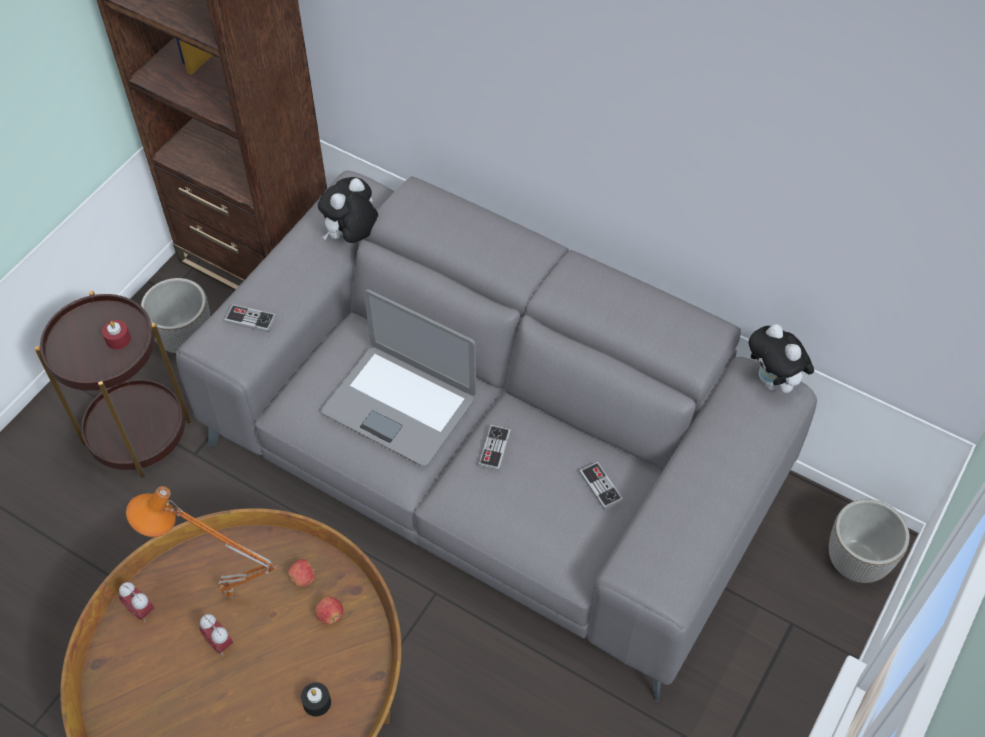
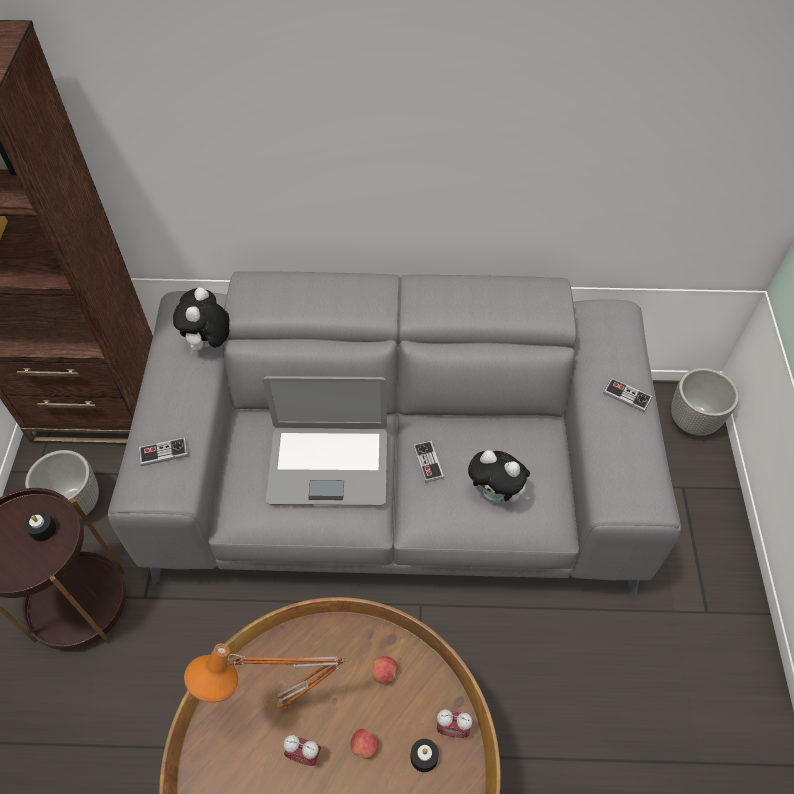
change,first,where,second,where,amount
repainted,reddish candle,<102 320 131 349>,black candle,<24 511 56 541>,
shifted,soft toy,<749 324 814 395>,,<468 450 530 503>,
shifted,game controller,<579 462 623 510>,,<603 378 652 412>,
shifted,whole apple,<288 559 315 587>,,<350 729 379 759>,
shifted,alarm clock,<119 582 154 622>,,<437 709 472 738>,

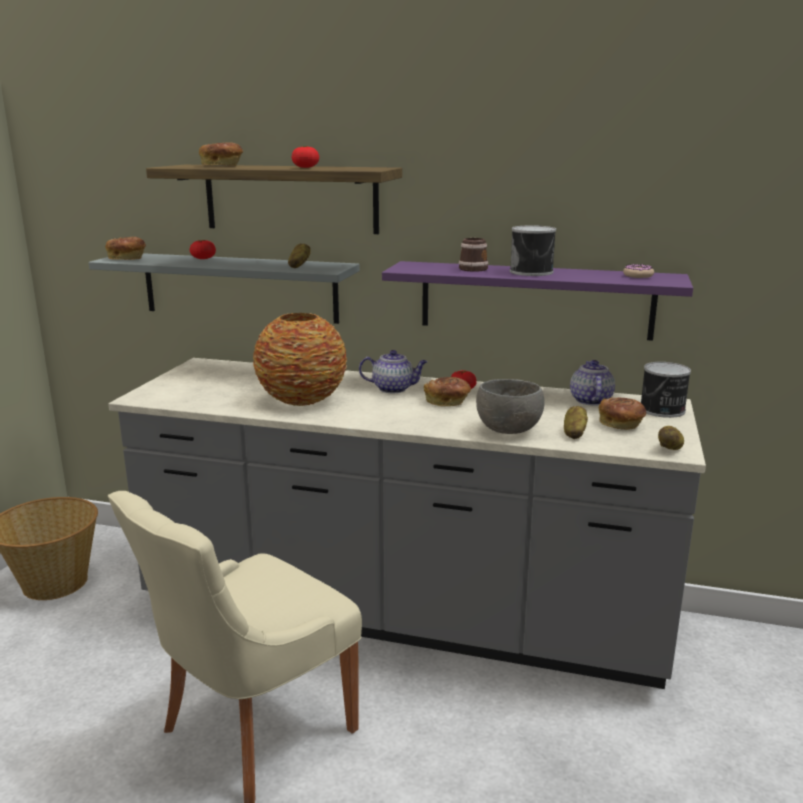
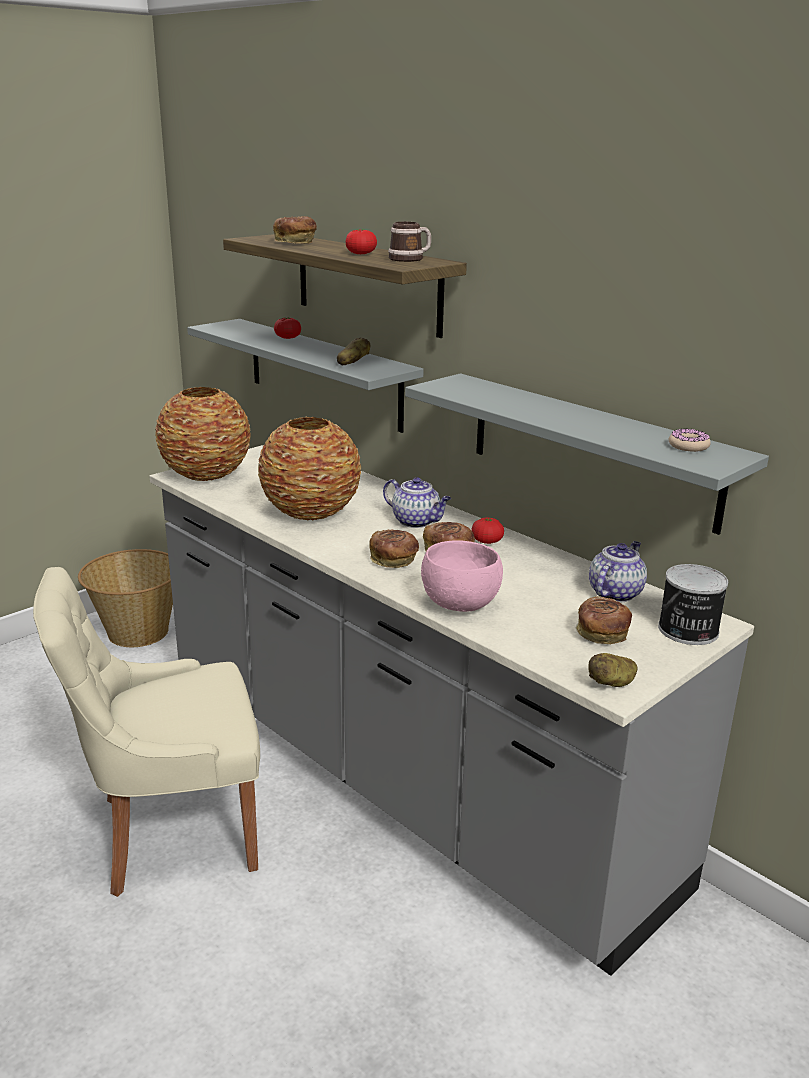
change,first,where,second,where,amount
gone,can,<510 225 556 276>,,,
shifted,bread,<105 237 146 260>,,<369 529 419 568>,
shifted,mug,<459 238 489 272>,,<388 222 431 262>,
repainted,purple shelf,<382 261 693 341>,grey shelf,<405 373 769 535>,
repainted,grey serving bowl,<476 379 545 434>,pink-coloured serving bowl,<421 540 503 612>,
gone,whole potato,<564 406 588 439>,,,
new,,,flower vase,<155 387 251 481>,

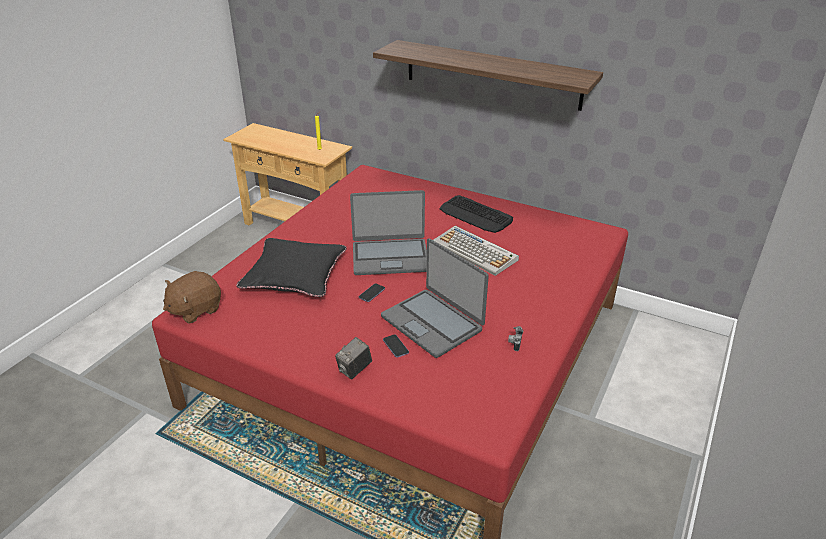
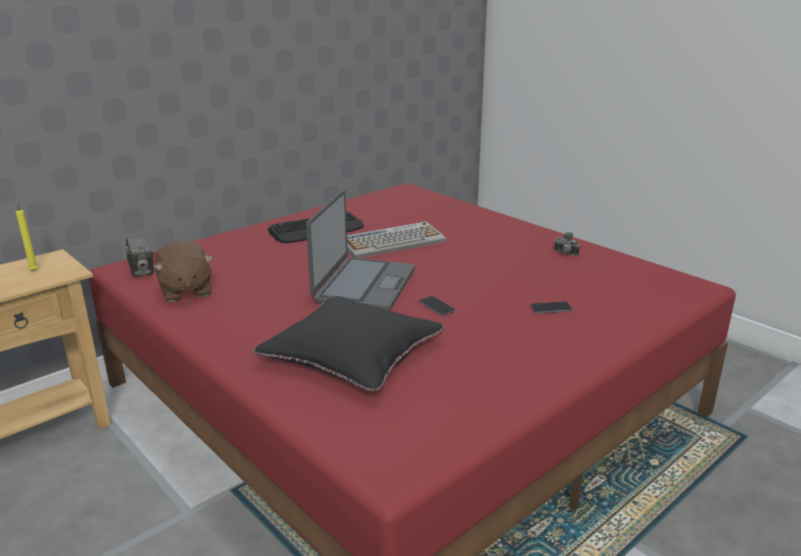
change,first,where,second,where,amount
gone,shelf,<373 40 603 111>,,,
gone,notebook computer,<381 238 489 358>,,,
shifted,brown-coloured soft toy,<163 271 221 324>,,<153 241 213 302>,
shifted,photo camera,<335 337 372 380>,,<126 236 153 277>,

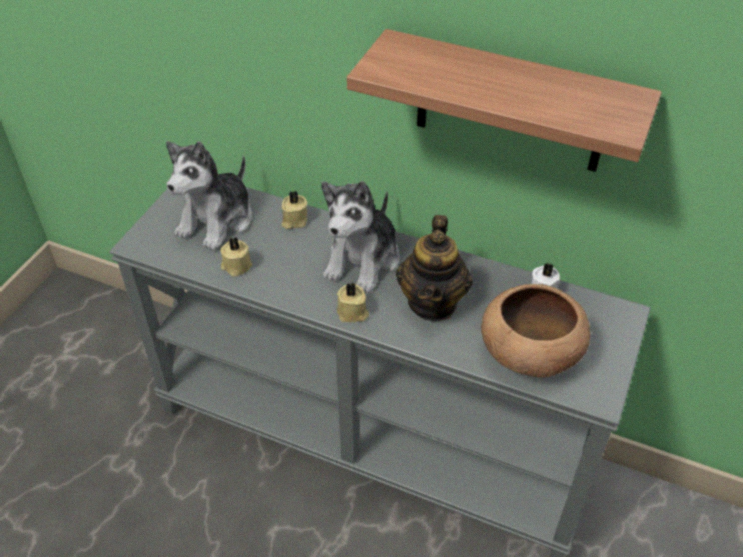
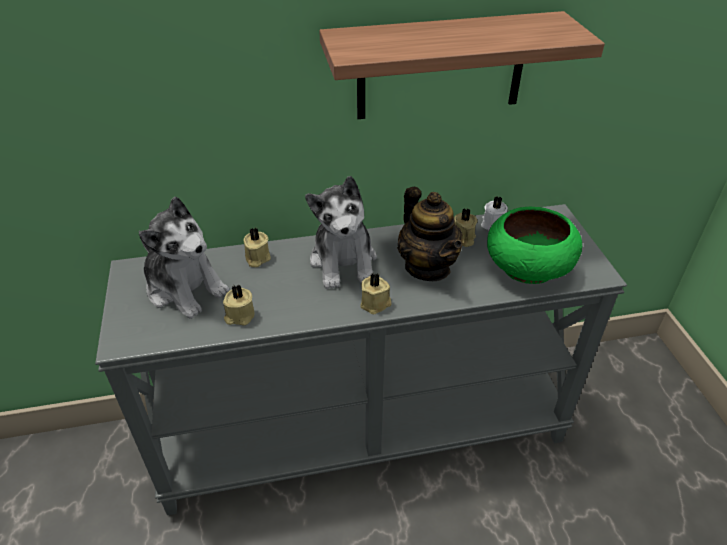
change,first,where,second,where,amount
rotated,soft toy,<166 141 252 251>,,<139 197 230 319>,45 degrees counterclockwise
repainted,brown-coloured serving bowl,<481 284 590 378>,greenish serving bowl,<487 207 582 284>,
new,,,beige candle,<454 208 478 247>,

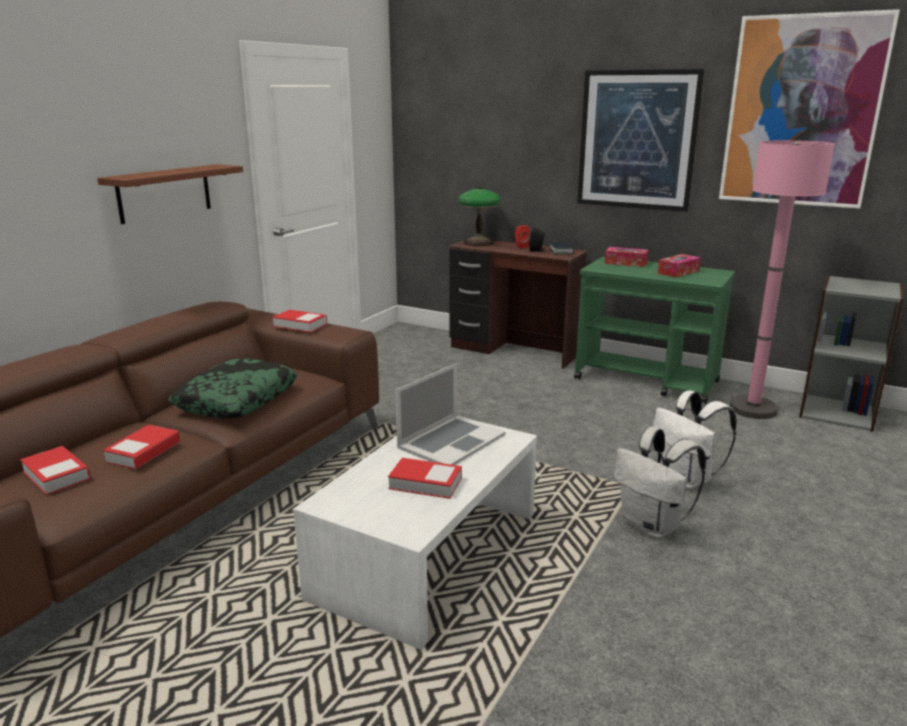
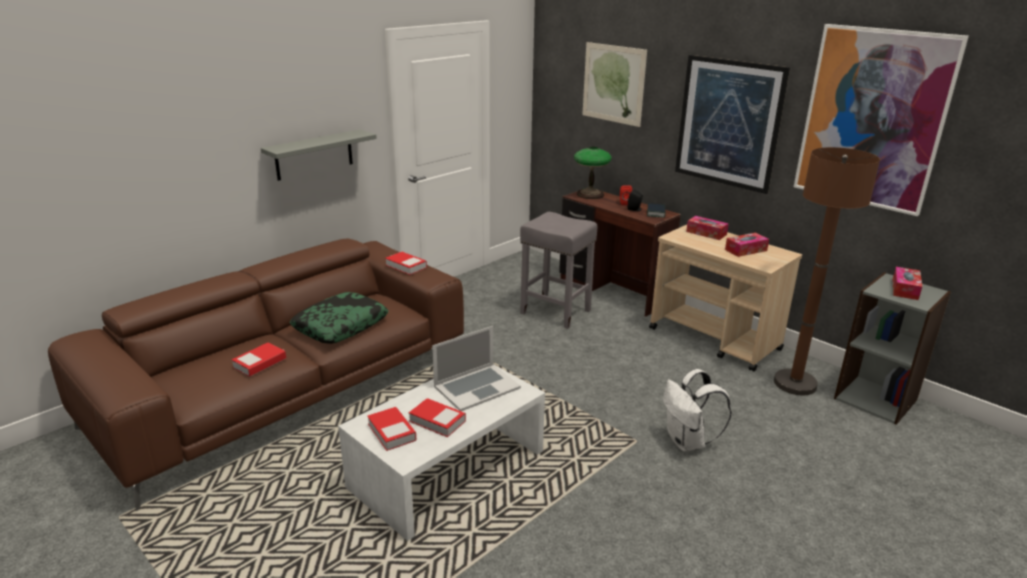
change,first,where,second,where,amount
repainted,pink-coloured floor lamp,<729 140 834 419>,brown-coloured floor lamp,<774 147 880 395>,
repainted,brown-coloured shelf,<97 164 243 224>,grey shelf,<261 129 377 181>,
repainted,greenish trolley,<574 257 735 404>,beige trolley,<649 225 802 372>,
gone,white rucksack,<613 427 706 538>,,,
shifted,book,<20 446 91 495>,,<367 407 416 451>,
new,,,picture,<582 42 647 127>,
new,,,grey stool,<520 212 598 329>,
new,,,box of tissues,<893 267 922 300>,

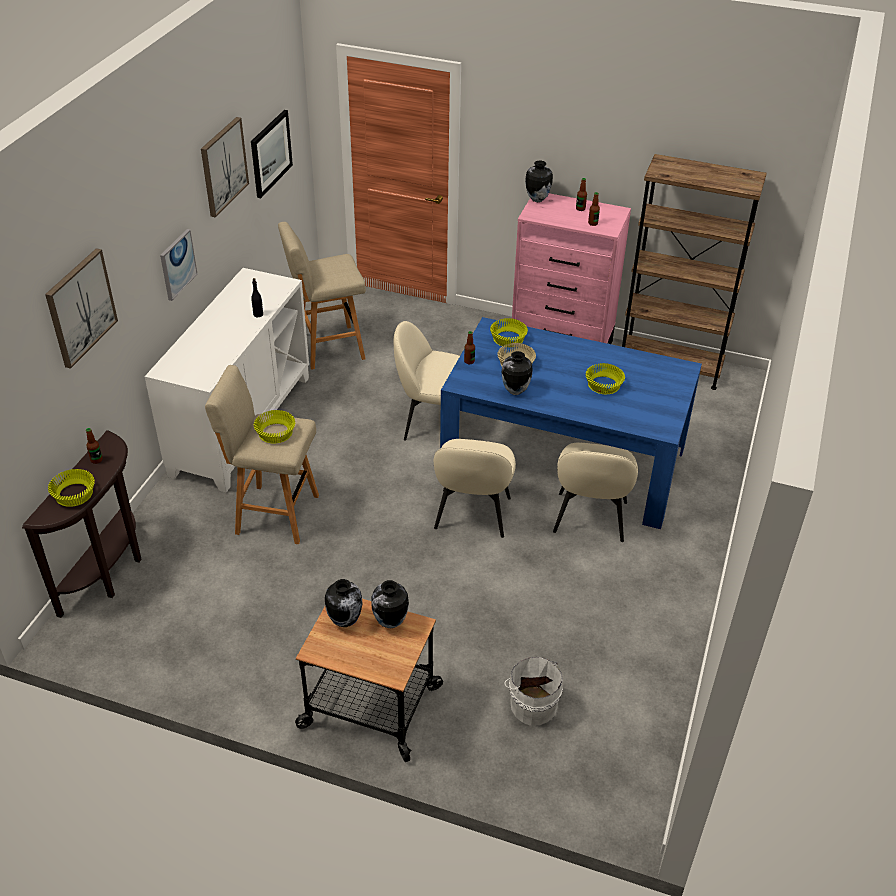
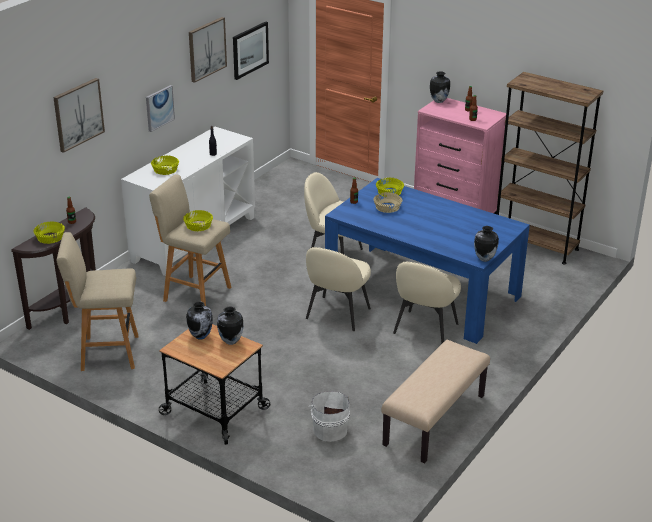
change,first,where,second,where,amount
shifted,beige stool,<278 222 366 370>,,<57 232 138 371>,
shifted,flower vase,<502 351 533 395>,,<474 226 499 262>,
shifted,yellow serving bowl,<585 363 625 394>,,<151 155 179 175>,
new,,,beige bench,<382 340 490 464>,

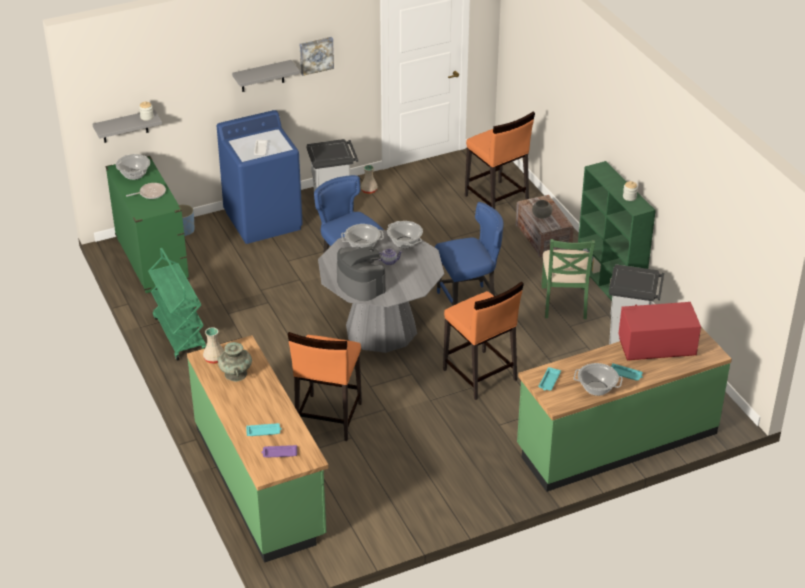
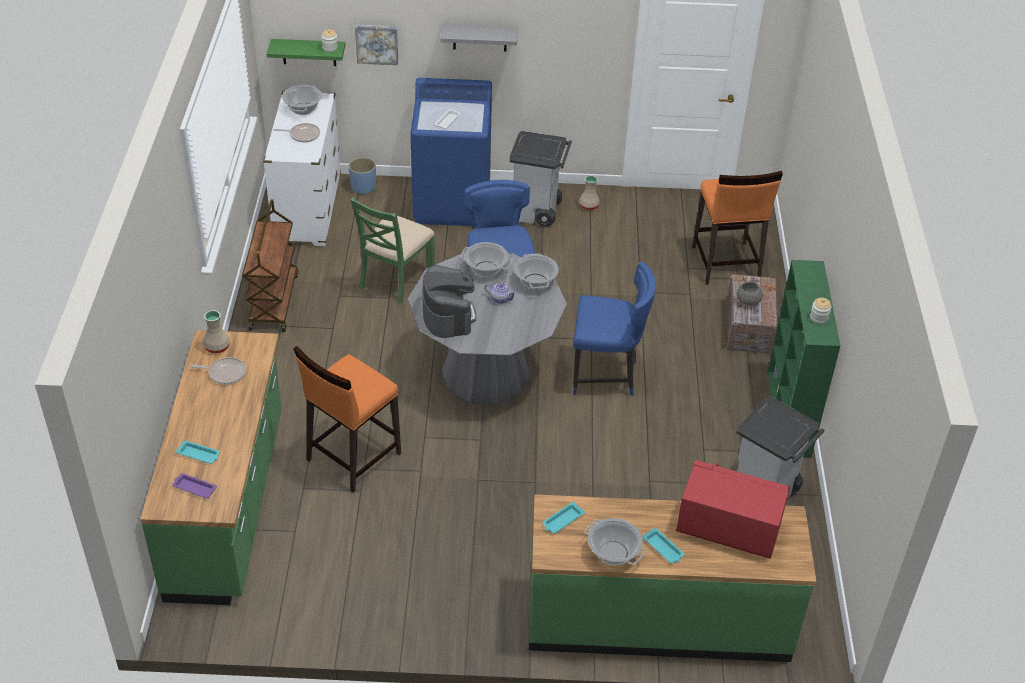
change,first,where,second,where,amount
shifted,picture,<300 37 334 76>,,<355 25 398 65>,
repainted,grey shelf,<93 110 162 143>,greenish shelf,<267 39 345 66>,
repainted,greenish dresser,<105 156 189 293>,white dresser,<263 91 341 246>,
shifted,greenish upright chair,<541 239 595 319>,,<351 197 435 304>,
repainted,greenish trolley,<148 248 206 361>,brown-coloured trolley,<242 199 298 332>,
gone,orange-coloured stool,<443 281 524 400>,,,
swapped,blue-green flower vase,<218 342 252 382>,frying pan,<189 357 246 384>,

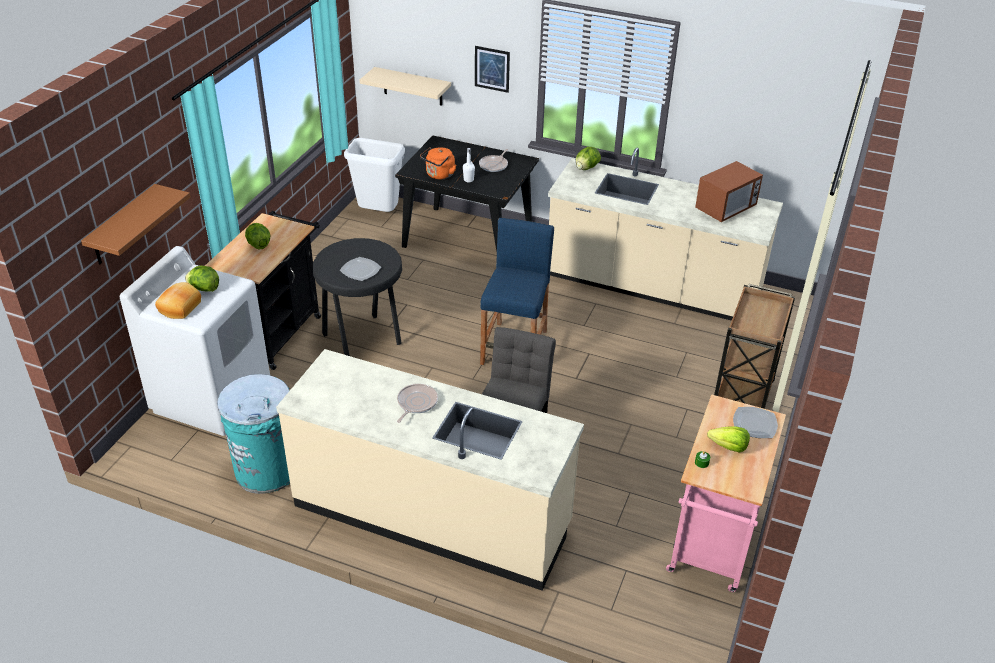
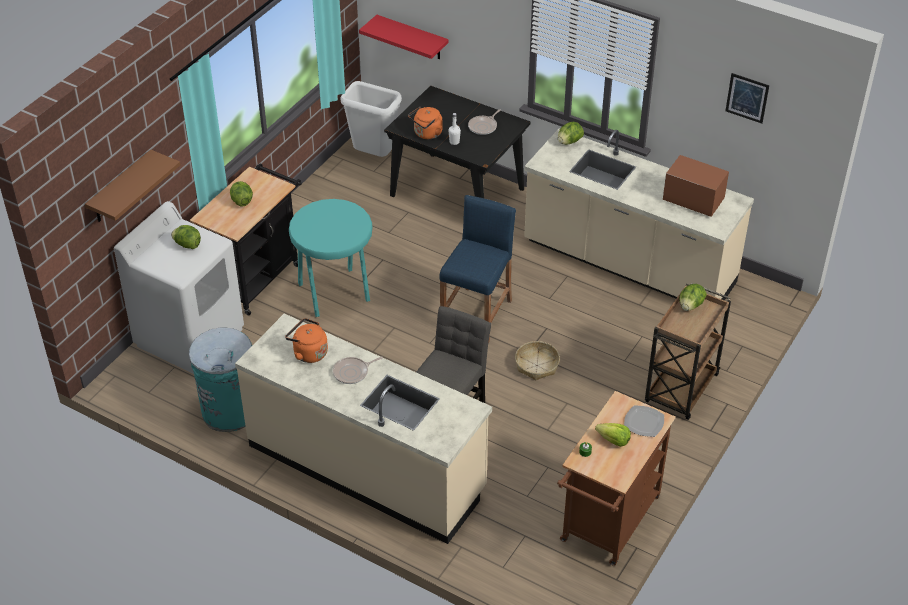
change,first,where,second,where,amount
shifted,picture,<475 46 510 93>,,<726 73 769 124>,
repainted,beige shelf,<360 67 451 106>,reddish shelf,<359 15 449 60>,
rotated,kitchen microwave,<695 161 763 222>,,<663 155 729 217>,120 degrees counterclockwise
repainted,black stool,<313 238 402 356>,blue-green stool,<289 199 372 317>,
gone,dinner plate,<340 257 381 281>,,,
gone,bread,<155 282 201 319>,,,
rotated,frying pan,<397 384 438 423>,,<333 357 383 384>,150 degrees counterclockwise
repainted,pink-coloured trolley,<666 395 786 592>,brown-coloured trolley,<557 391 676 566>,
new,,,lettuce head,<679 284 707 311>,
new,,,orange-coloured water kettle,<285 318 328 363>,
new,,,basket,<515 341 560 381>,

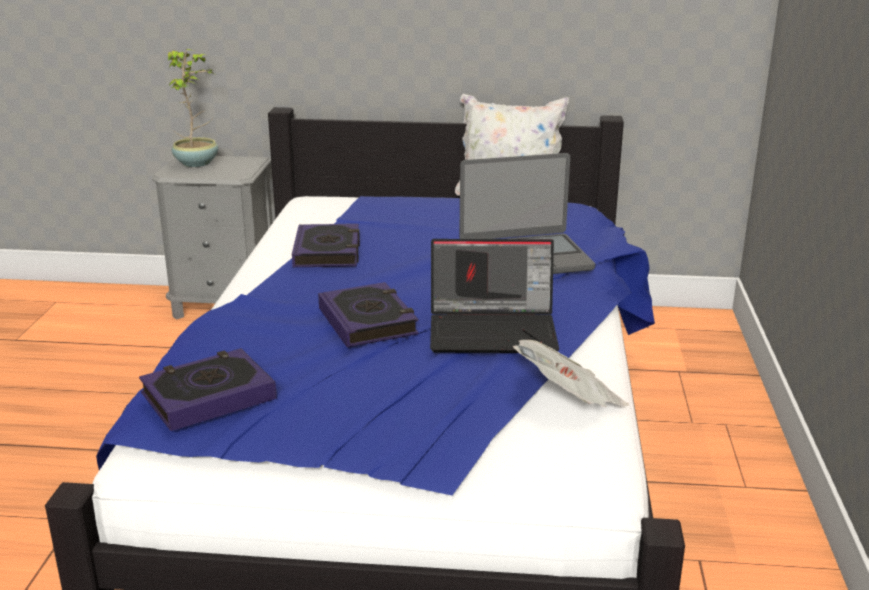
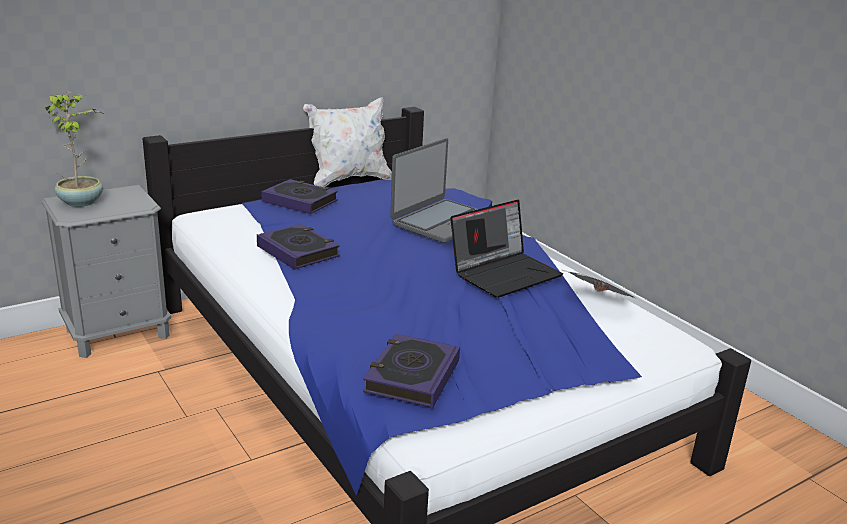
change,first,where,second,where,amount
shifted,book,<318 282 419 347>,,<261 179 338 214>,

